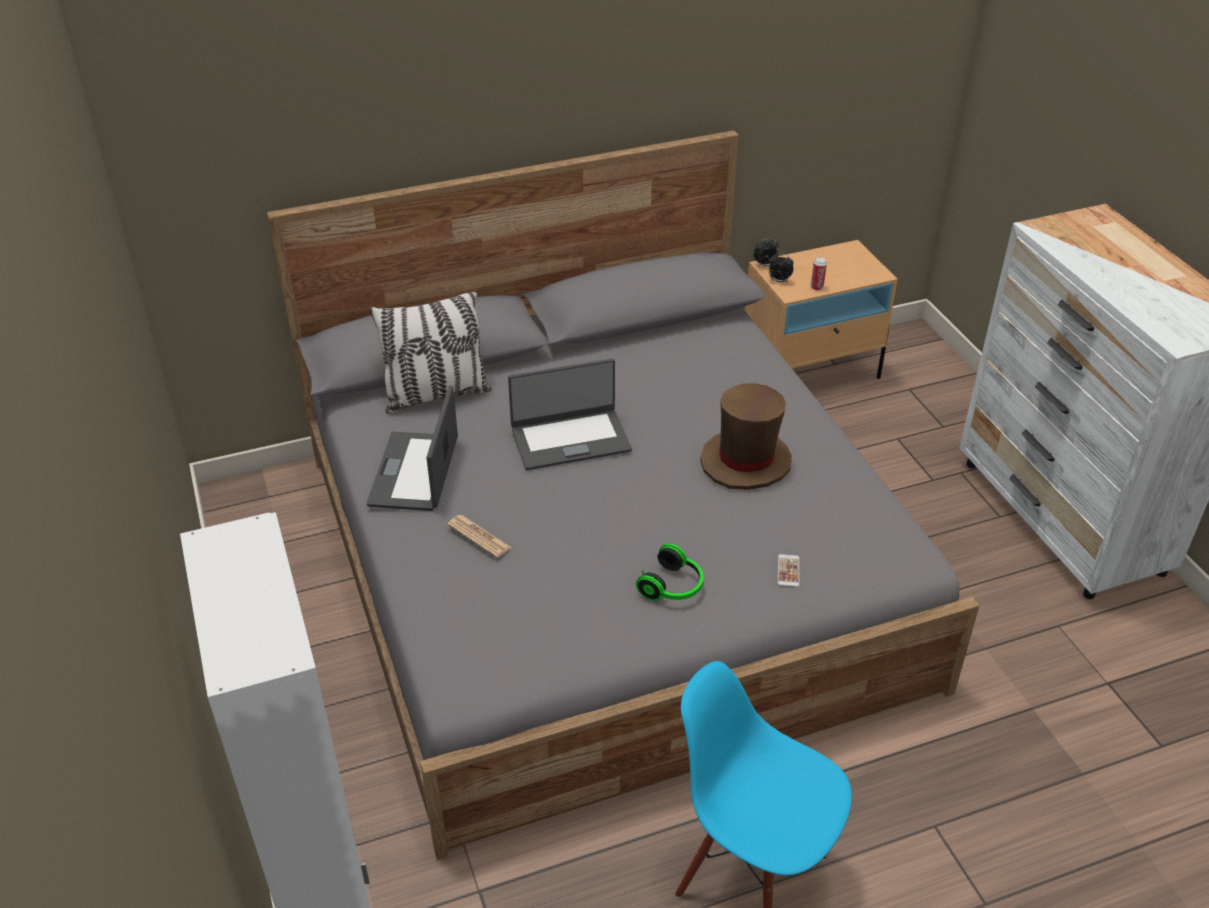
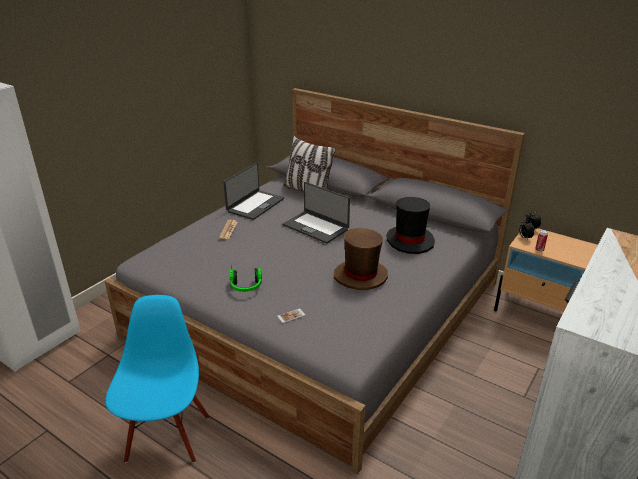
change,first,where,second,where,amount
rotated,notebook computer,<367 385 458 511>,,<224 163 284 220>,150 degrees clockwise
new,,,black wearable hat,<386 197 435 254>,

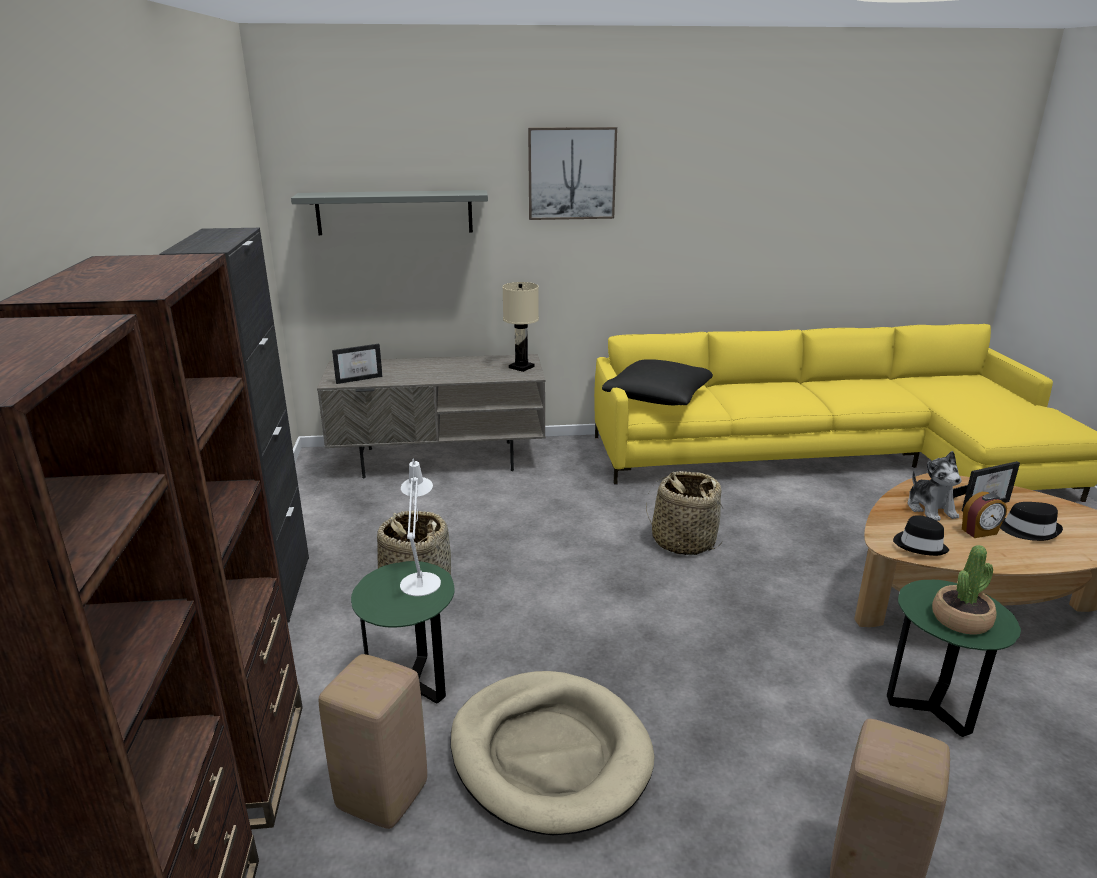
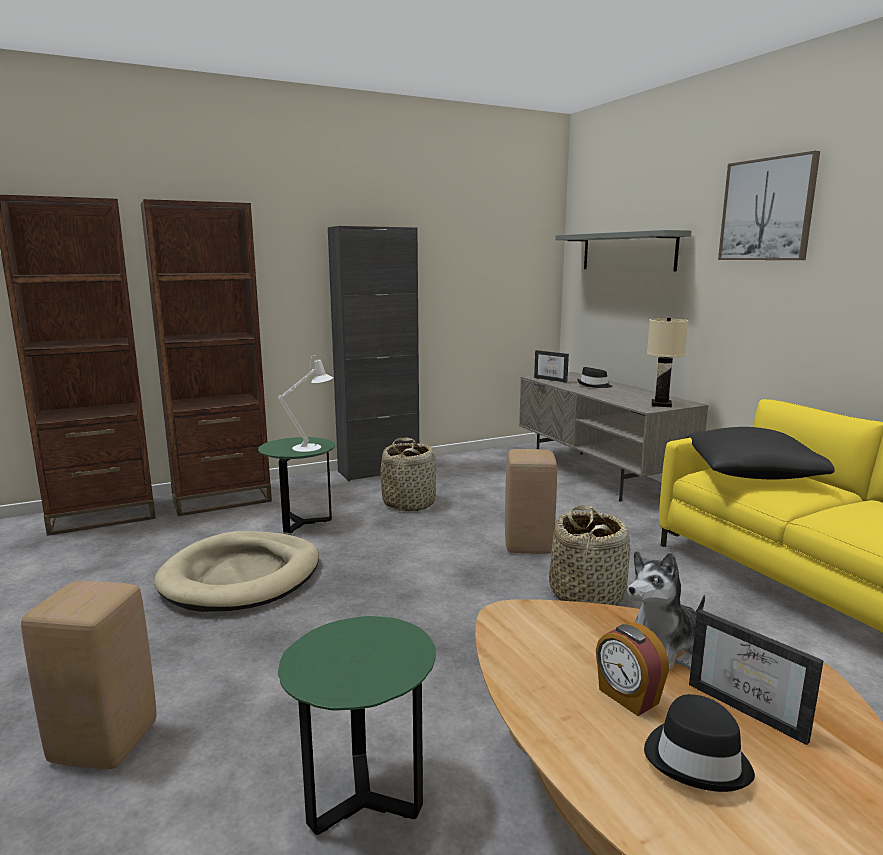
change,first,where,second,where,amount
shifted,black wearable hat,<893 515 949 556>,,<577 367 613 388>,
gone,plant in a pot,<932 545 997 635>,,,
shifted,beige stool,<319 654 427 829>,,<505 449 557 554>,

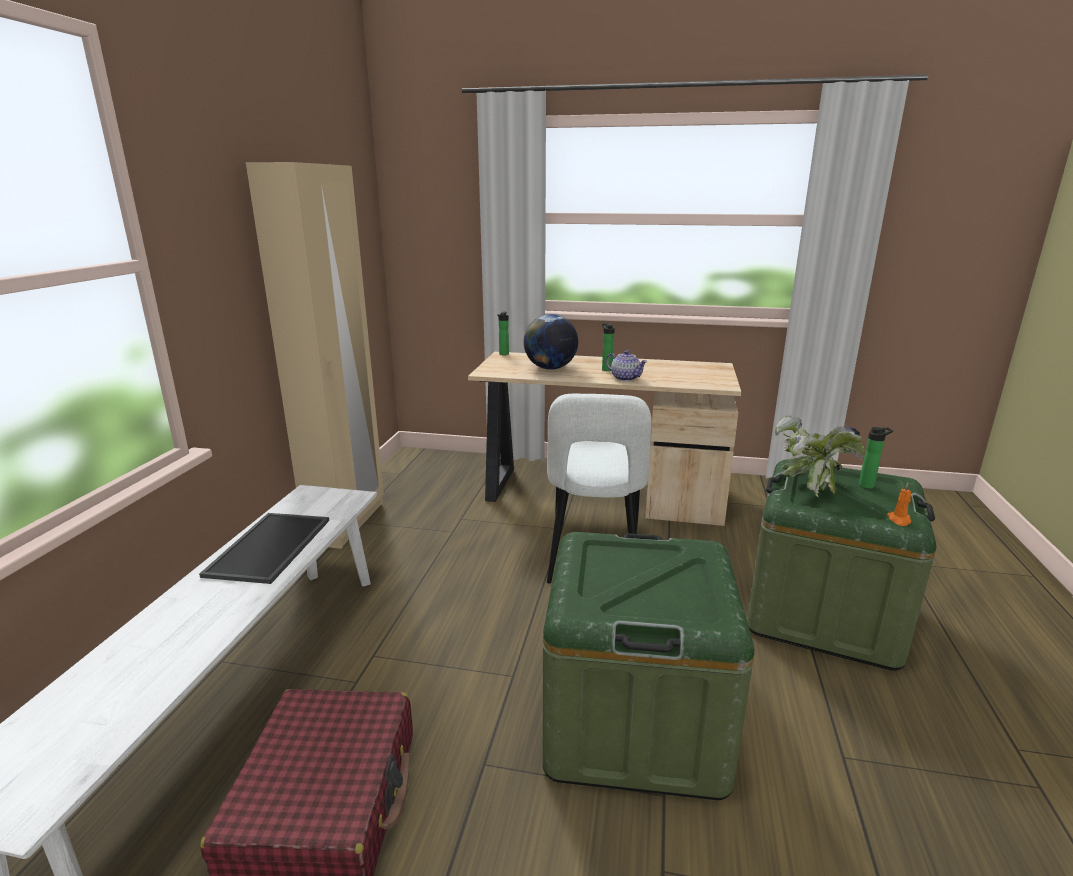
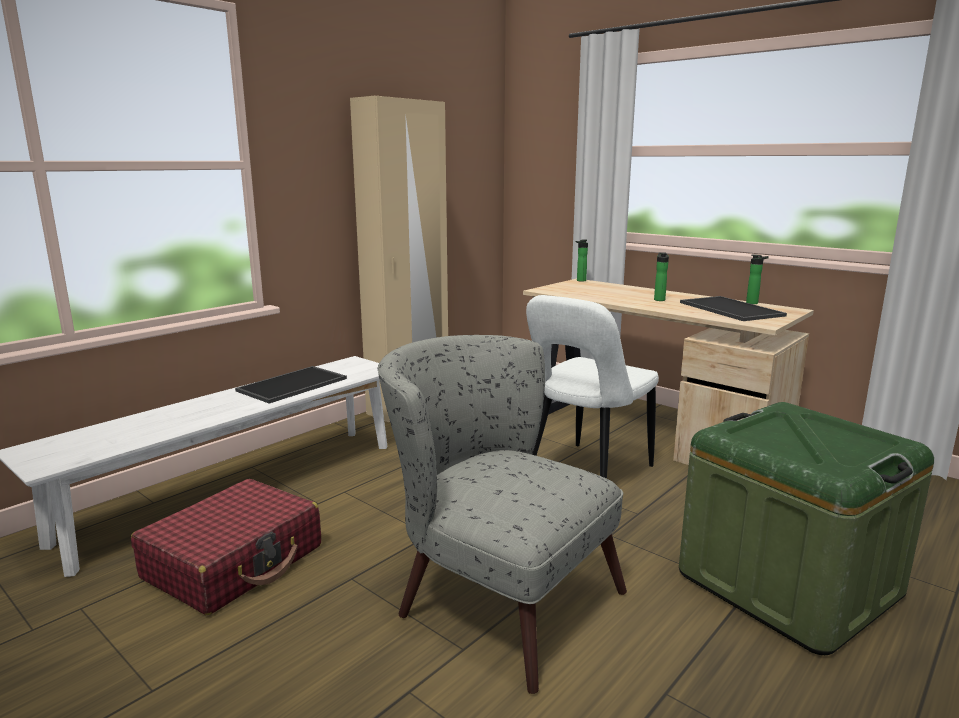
change,first,where,second,where,amount
gone,desk globe,<524 314 578 370>,,,
gone,tea pot,<606 350 647 381>,,,
gone,plant in a pot,<775 416 865 497>,,,
shifted,beverage bottle,<859 427 893 489>,,<746 255 769 304>,
gone,orange-coloured candle,<887 483 911 526>,,,
swapped,greenish storage container,<542 532 755 800>,grey easy chair,<378 335 627 694>,
new,,,carrying tray,<680 296 787 321>,

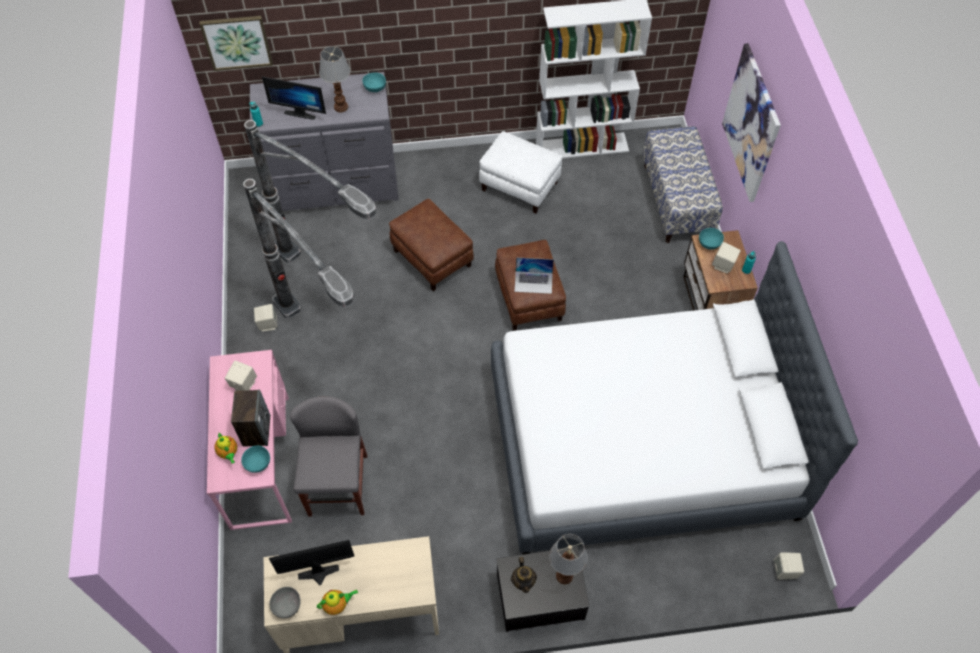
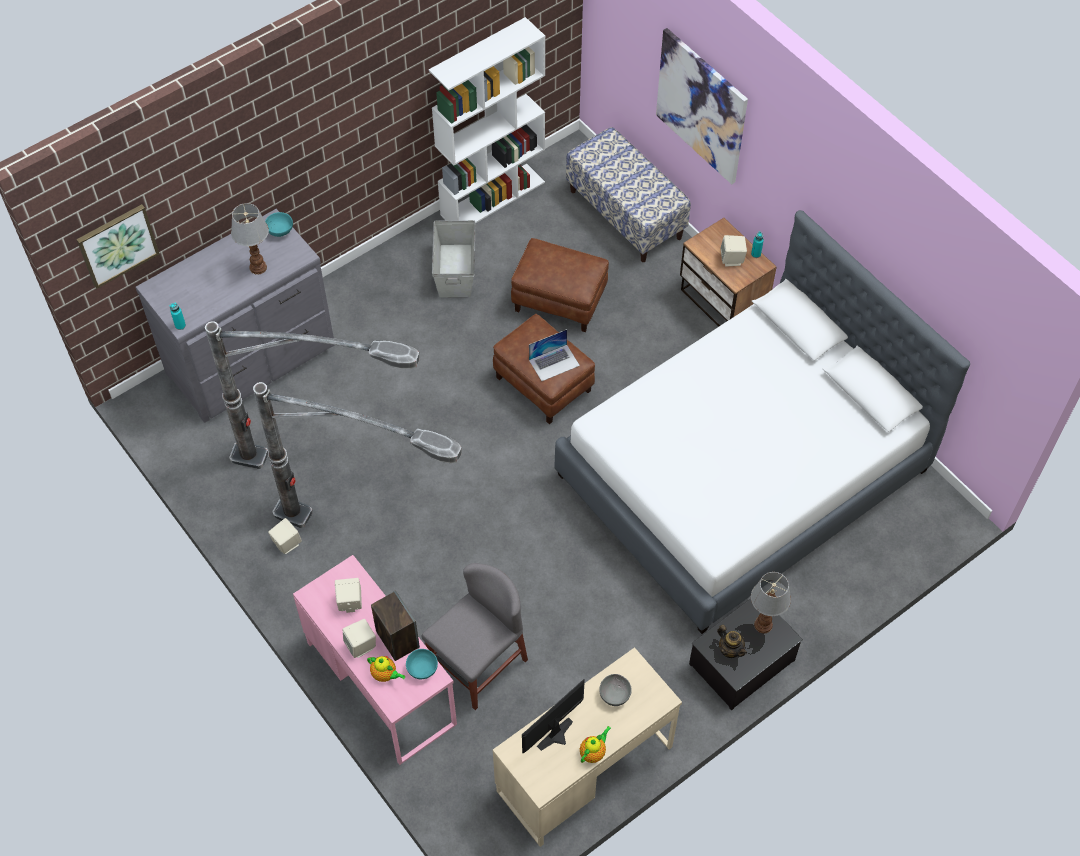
change,first,where,second,where,amount
gone,computer display,<262 76 326 120>,,,
swapped,white ottoman,<479 131 562 213>,grey storage container,<432 220 475 297>,
shifted,brown-coloured ottoman,<389 198 474 291>,,<511 238 609 332>,
gone,blue-green serving bowl,<699 228 724 250>,,,
rotated,grey upright chair,<290 396 367 517>,,<422 563 528 710>,75 degrees clockwise
shifted,beige speaker,<774 552 804 580>,,<343 619 376 658>,
shifted,grey serving bowl,<269 587 301 618>,,<599 674 632 706>,

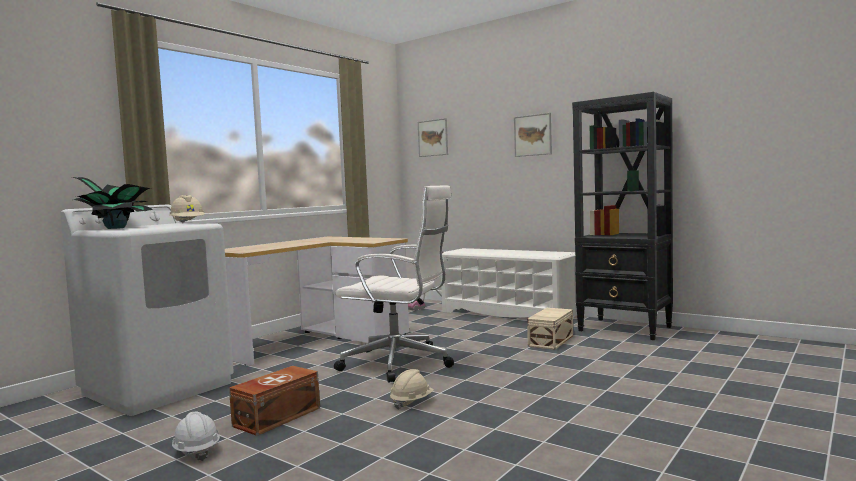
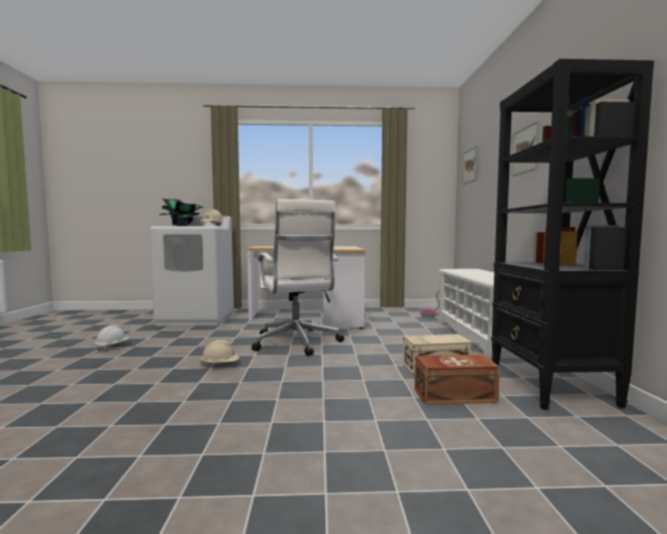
change,first,where,second,where,amount
shifted,brown-coloured storage container,<229 366 320 436>,,<415 355 500 405>,

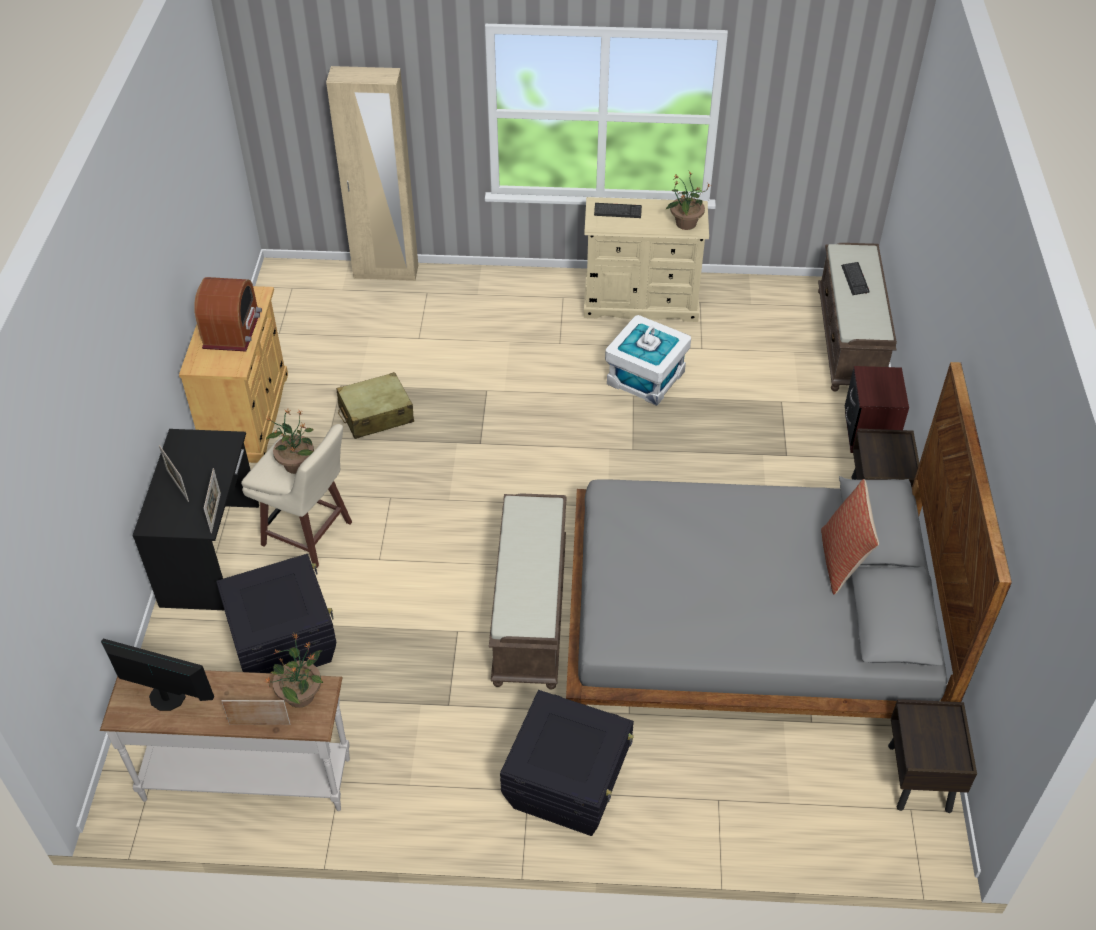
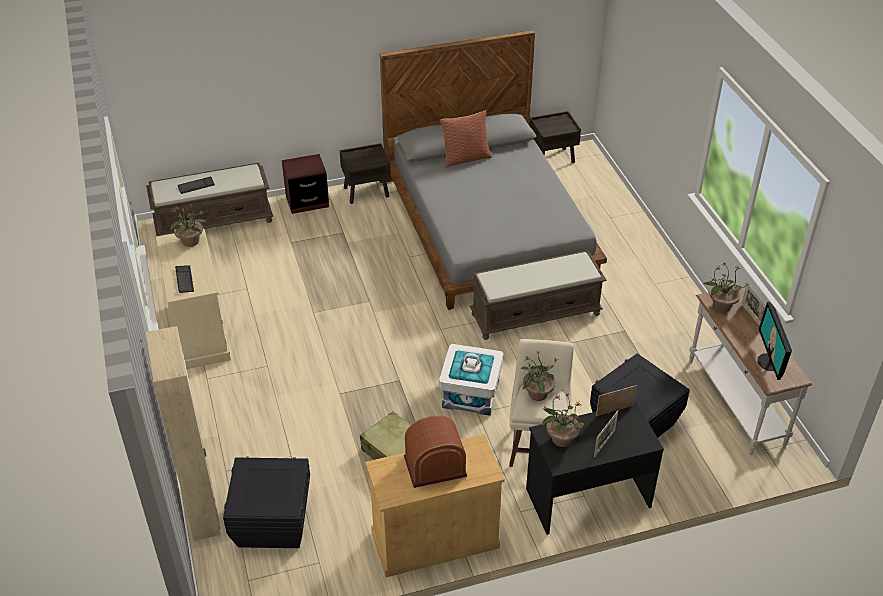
change,first,where,second,where,amount
shifted,white storage container,<605 315 691 406>,,<439 344 503 416>,
shifted,black storage container,<500 690 634 836>,,<223 456 310 548>,
new,,,plant in a pot,<542 393 584 447>,

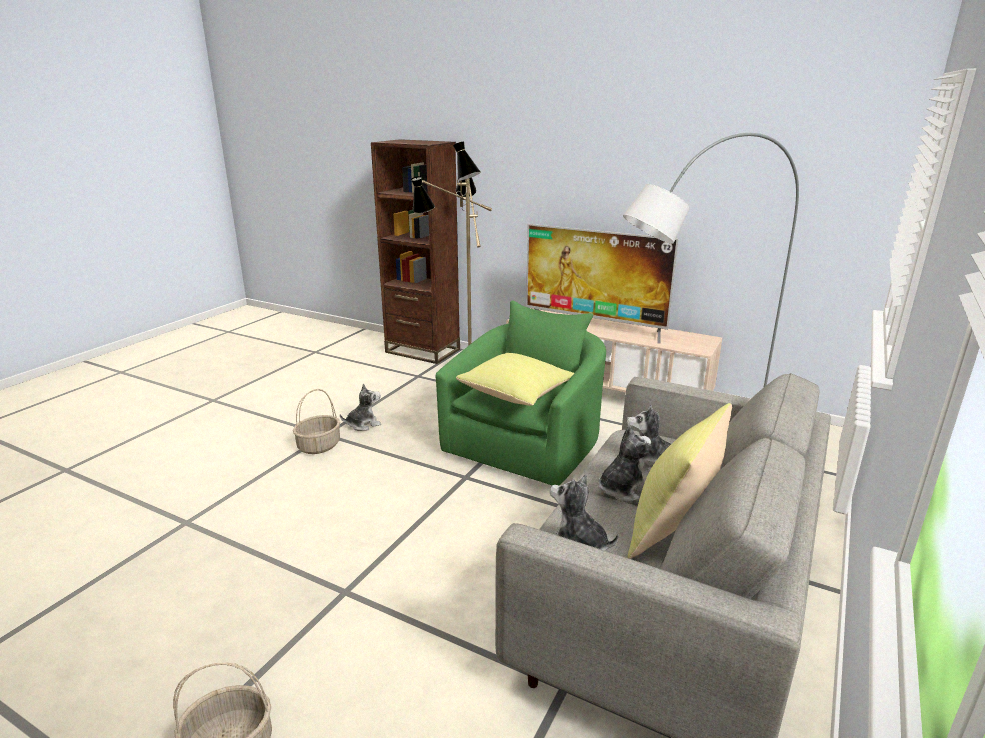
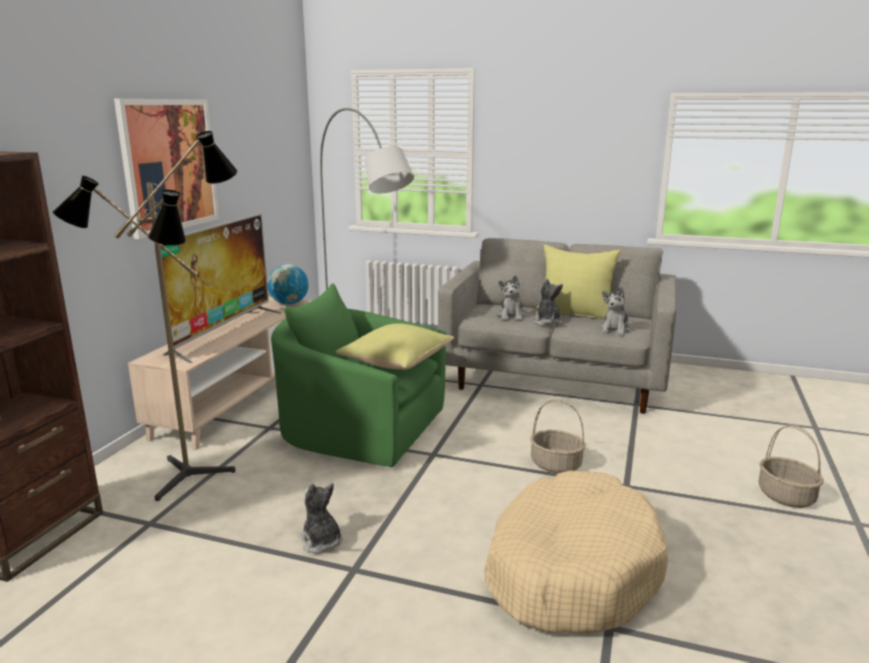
change,first,where,second,where,amount
shifted,basket,<293 389 340 454>,,<530 399 586 473>,
rotated,soft toy,<599 425 651 502>,,<534 278 563 326>,45 degrees clockwise
new,,,picture,<114 99 219 239>,
new,,,desk globe,<267 264 309 305>,
new,,,beige dog bed,<484 470 668 634>,

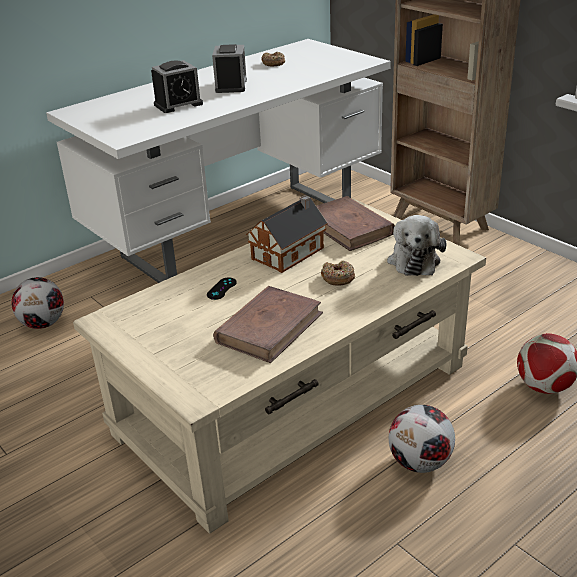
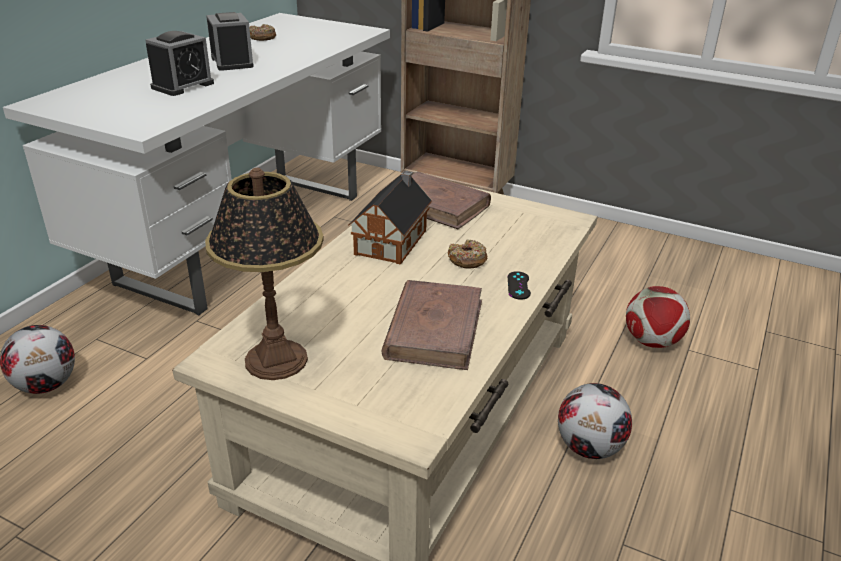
change,first,where,second,where,amount
gone,soft toy,<387 215 446 276>,,,
shifted,black game controller,<207 277 237 300>,,<508 271 531 300>,
new,,,table lamp,<205 168 324 380>,

